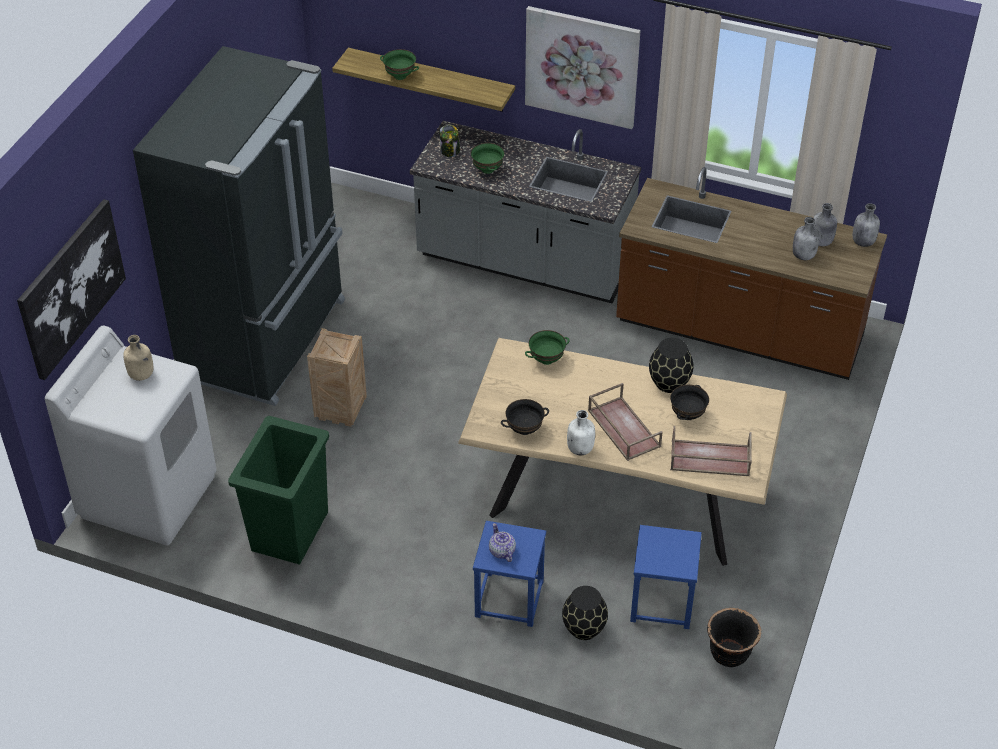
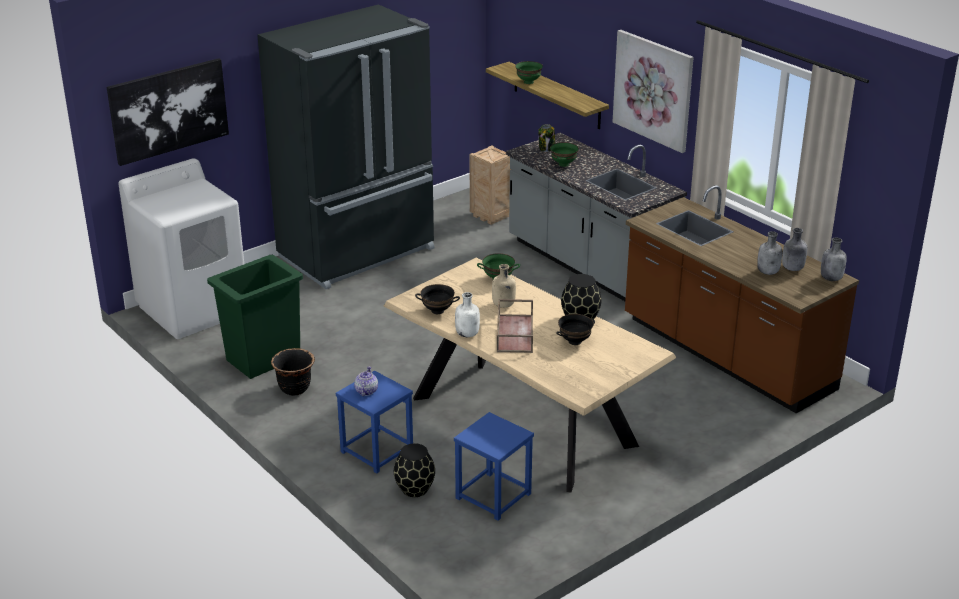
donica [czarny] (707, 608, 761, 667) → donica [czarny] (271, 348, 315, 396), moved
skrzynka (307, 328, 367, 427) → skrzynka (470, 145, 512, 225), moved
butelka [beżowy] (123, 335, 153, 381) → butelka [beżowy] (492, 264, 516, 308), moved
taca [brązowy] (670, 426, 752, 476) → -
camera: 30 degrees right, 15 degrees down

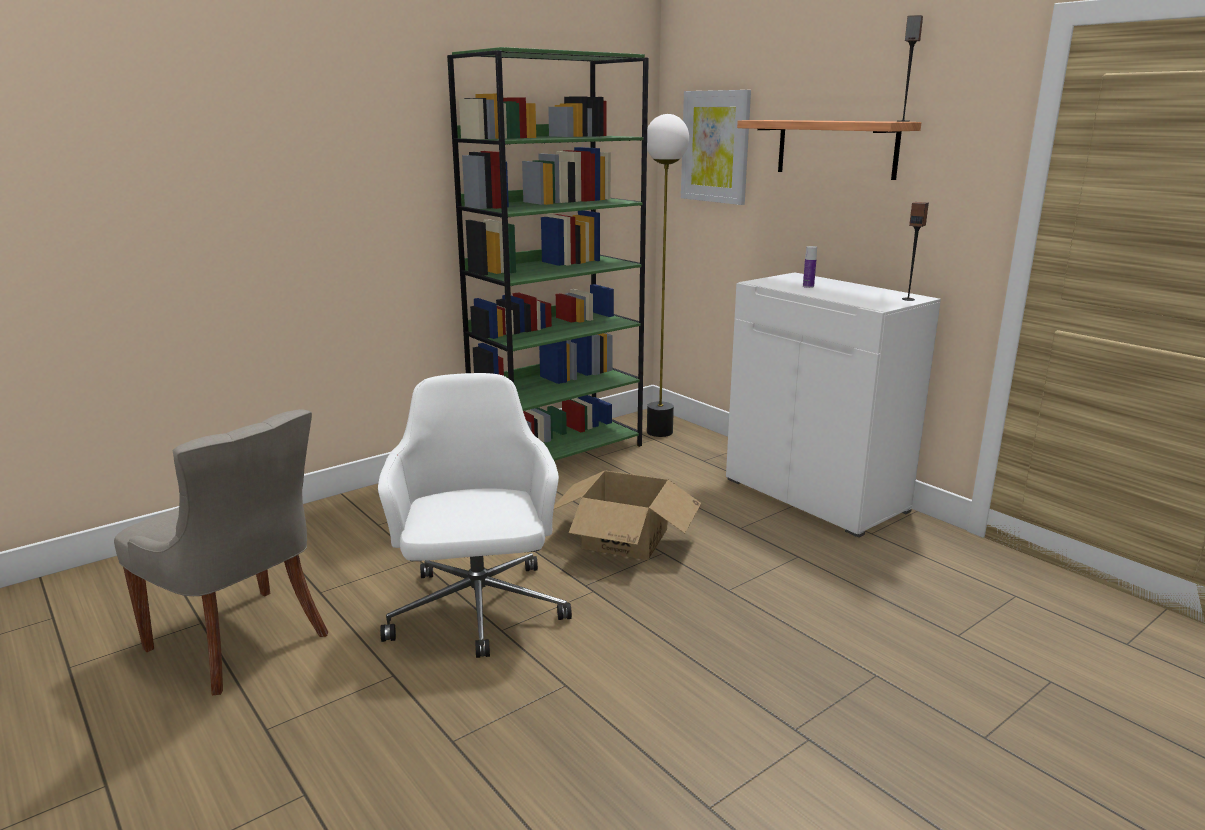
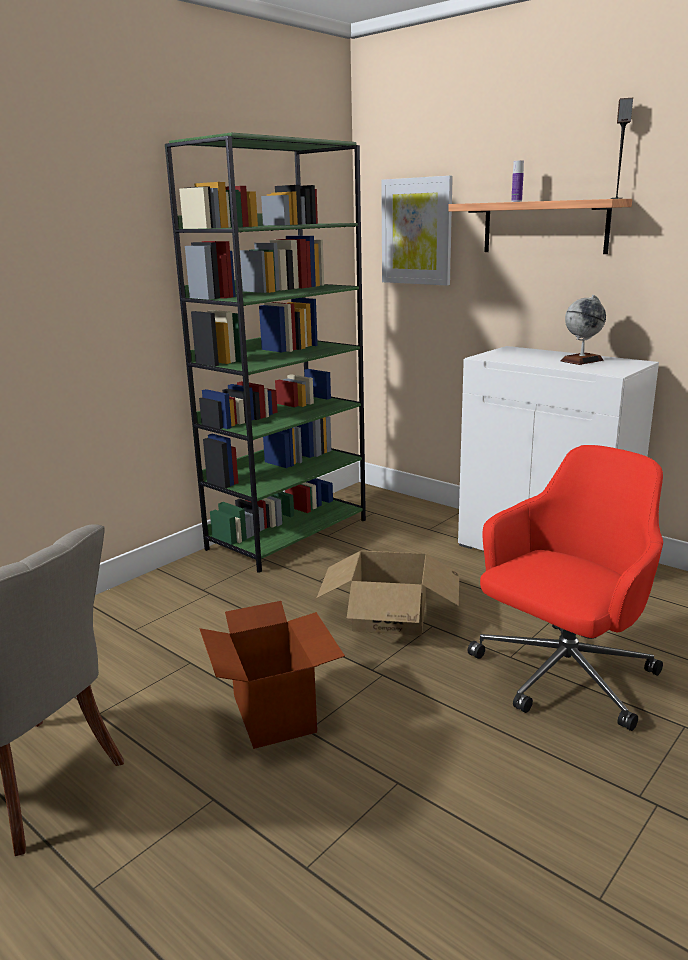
krzesło biurowe [biały] (378, 373, 572, 658) → karton (200, 601, 345, 749)
- → krzesło biurowe [czerwony] (468, 445, 663, 731)
butelka (803, 246, 817, 288) → butelka (511, 160, 524, 202), moved
- → globus (561, 295, 606, 365)
lampa stojąca (647, 114, 689, 437) → -
głośnik (902, 202, 929, 301) → -
camera: 10 degrees left, 0 degrees up

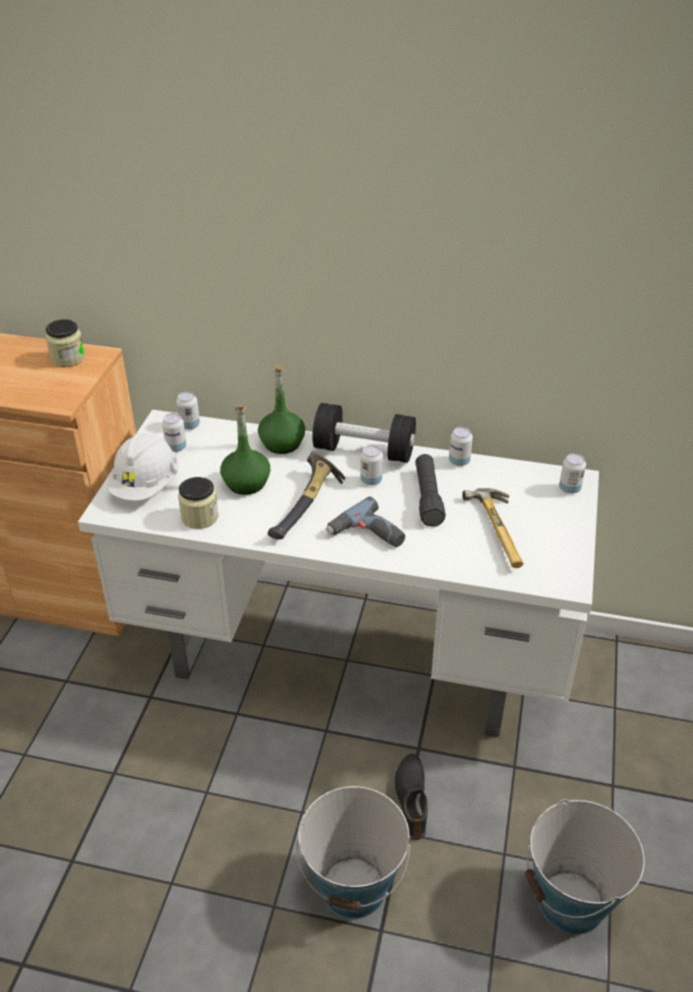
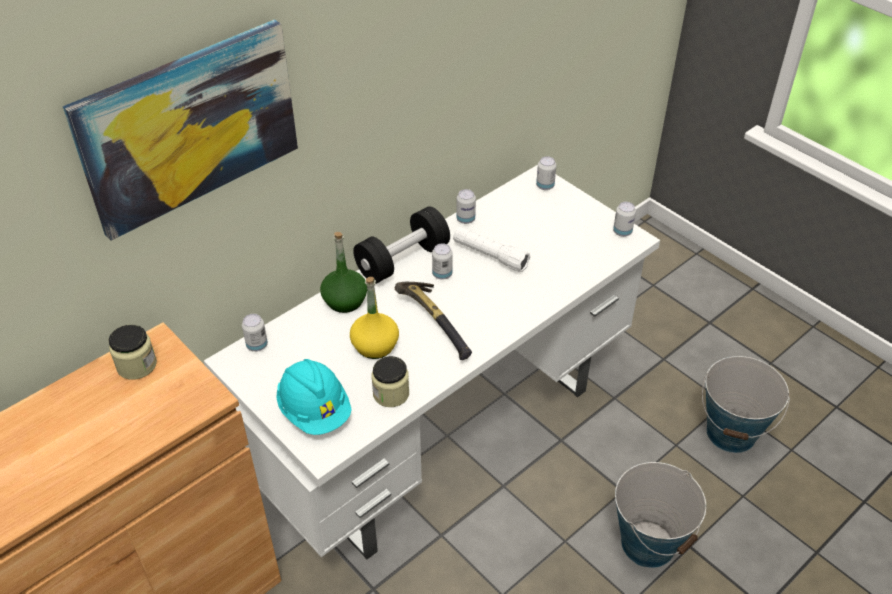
- → obraz (63, 19, 298, 241)
kask [biały] (107, 433, 179, 501) → kask [turkusowy] (276, 359, 352, 435)
butelka [zielony] (220, 404, 270, 495) → butelka [żółty] (350, 277, 399, 359)
latarka [czarny] (415, 454, 446, 527) → latarka [biały] (453, 227, 531, 272)
puszka (162, 413, 186, 452) → puszka (613, 202, 636, 237), moved
wiertarka (326, 496, 405, 547) → -
but [czarny] (395, 754, 428, 840) → -
młotek (463, 488, 524, 568) → -
camera: 55 degrees left, 5 degrees up

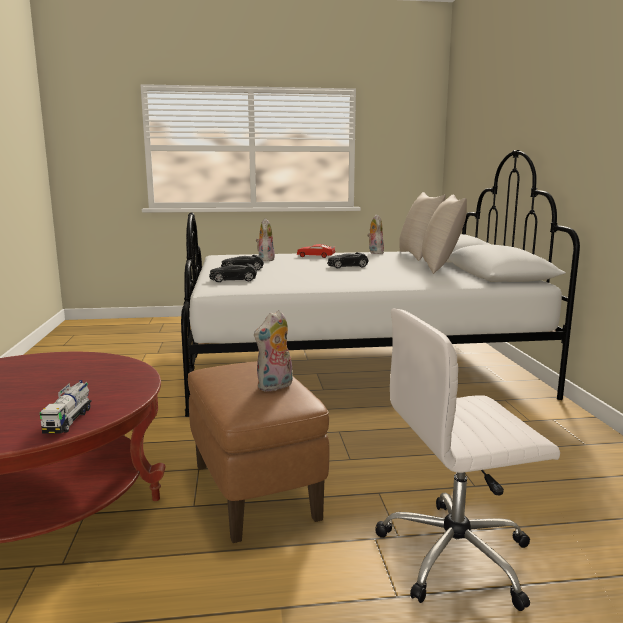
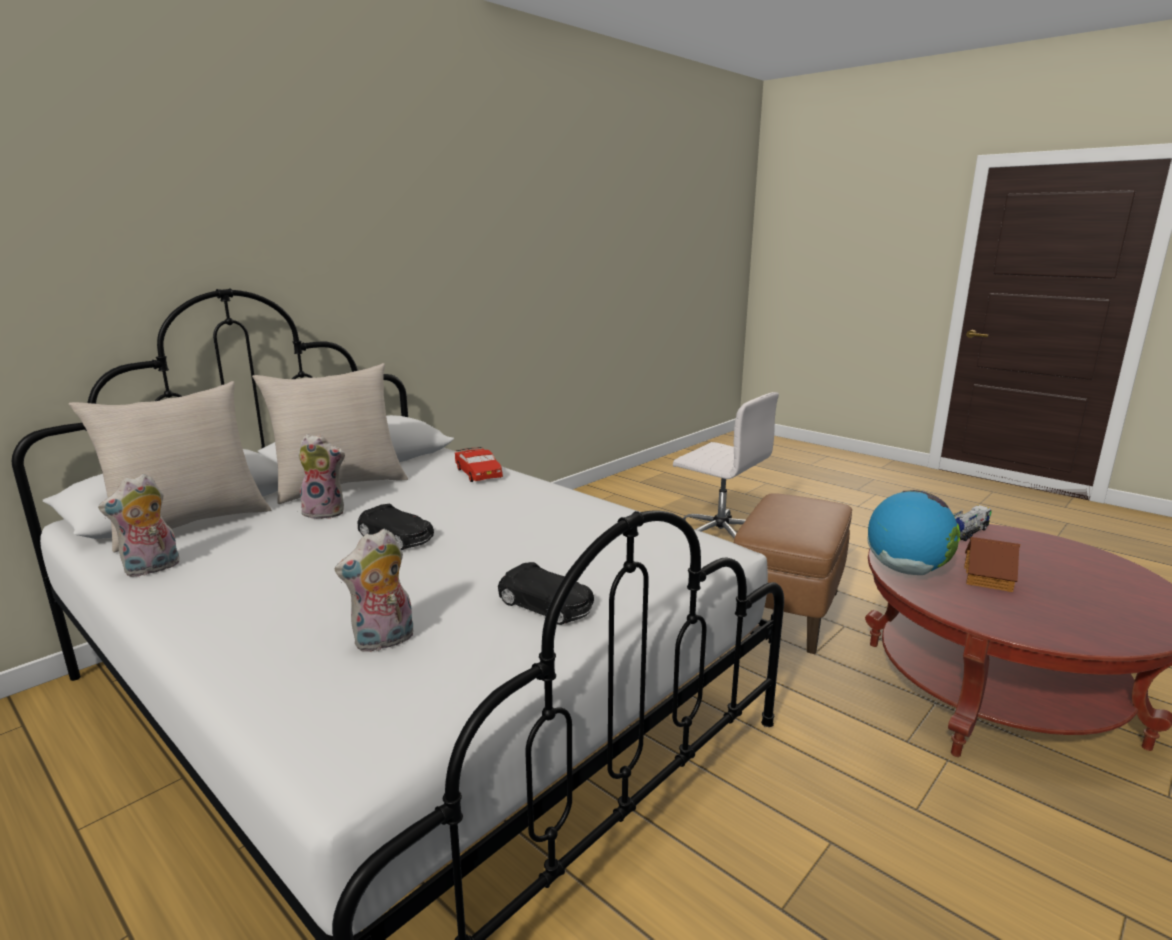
pluszak (254, 310, 293, 392) → pluszak (298, 434, 345, 519), moved
samochodzik [czerwony] (297, 244, 336, 258) → samochodzik [czerwony] (455, 447, 503, 482), moved
- → globus (867, 490, 960, 575)
- → domek (964, 537, 1020, 592)
samochodzik [czarny] (209, 264, 257, 282) → -
camera: 130 degrees left, 5 degrees up

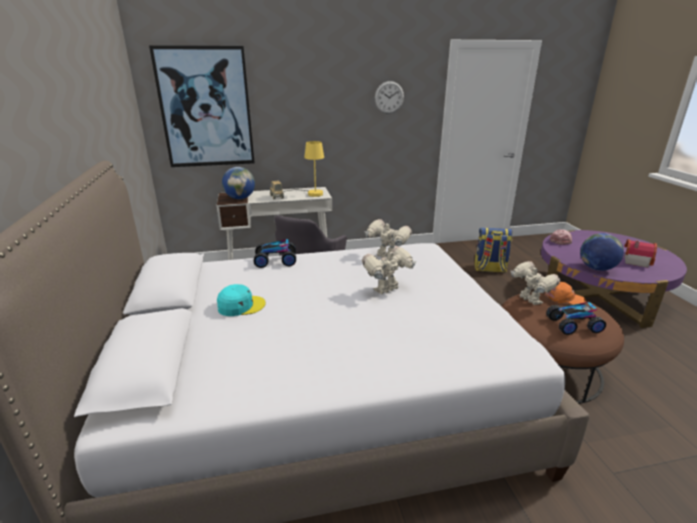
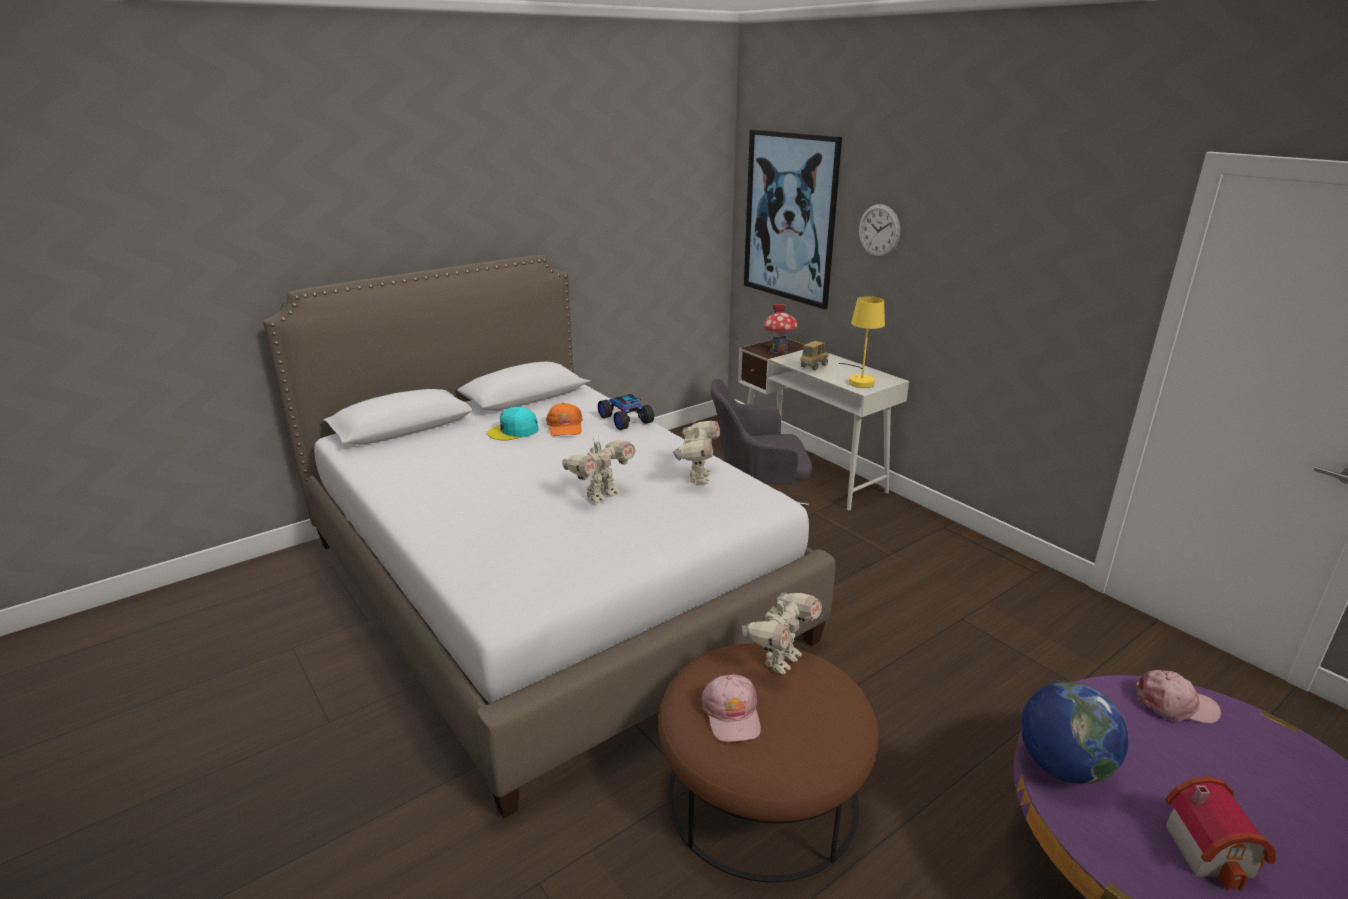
czapka z daszkiem [turkusowy] (217, 284, 266, 316) → czapka z daszkiem [turkusowy] (487, 407, 538, 441), 105 degrees clockwise
czapka z daszkiem [pomarańczowy] (545, 282, 586, 305) → czapka z daszkiem [pomarańczowy] (546, 403, 583, 436), moved
robot zabawkowy (362, 246, 416, 294) → robot zabawkowy (562, 436, 636, 503), 105 degrees clockwise
samochodzik (546, 302, 606, 335) → czapka z daszkiem [różowy] (701, 674, 761, 742)
globus (222, 167, 255, 199) → domek (764, 304, 798, 354)
zegar ścienny (375, 81, 404, 114) → zegar ścienny (859, 204, 900, 257), moved
plecak (474, 228, 513, 273) → -
camera: 65 degrees right, 0 degrees up

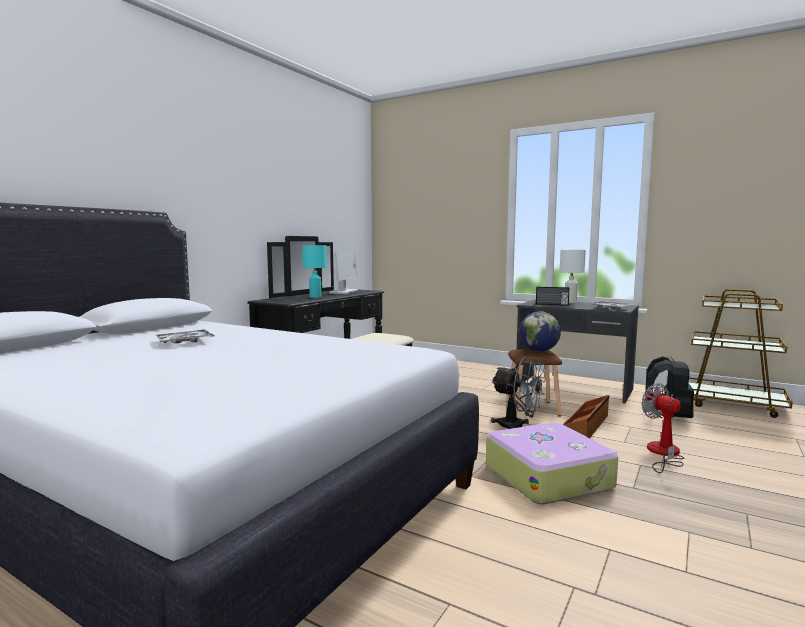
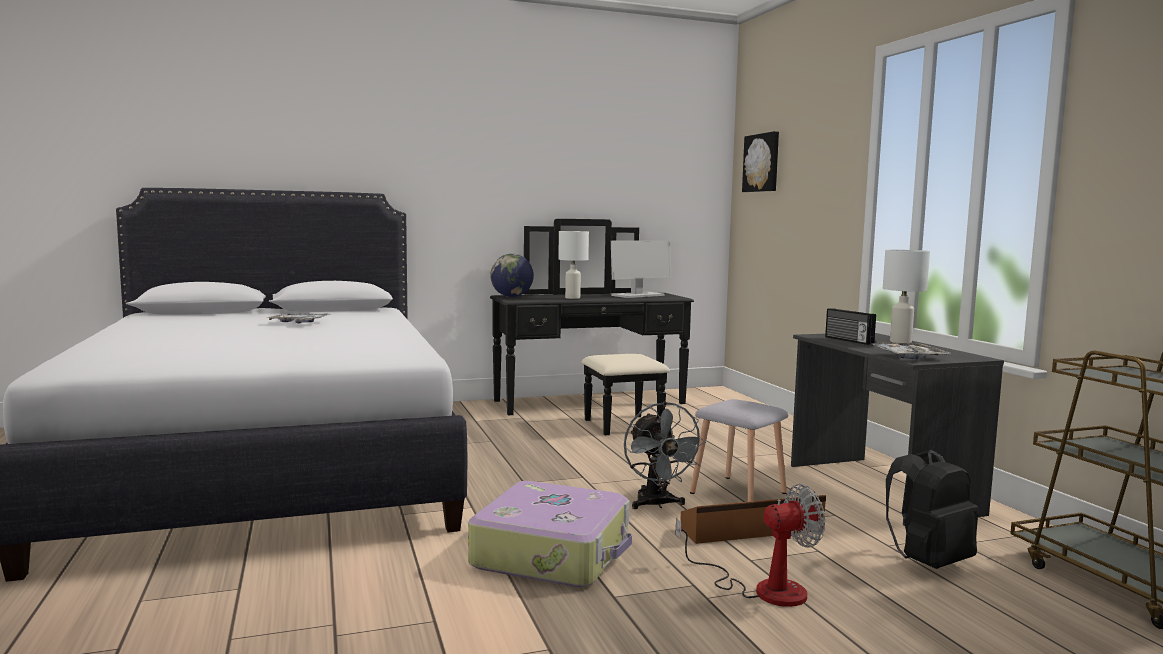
globus (519, 311, 561, 352) → globus (490, 254, 534, 297), moved
lampa stołowa [turkusowy] (302, 245, 327, 298) → lampa stołowa [biały] (558, 231, 589, 299)
wentylator (642, 383, 684, 473) → wentylator (675, 484, 826, 607), 60 degrees clockwise
stołek [brązowy] (506, 349, 562, 416) → stołek [szary] (690, 399, 788, 502)
- → obraz (742, 131, 779, 192)
camera: 40 degrees right, 0 degrees up

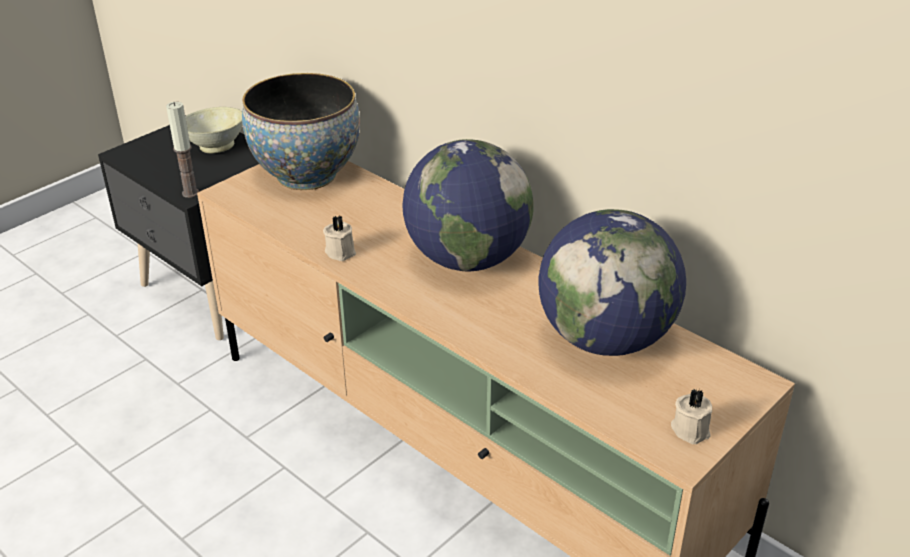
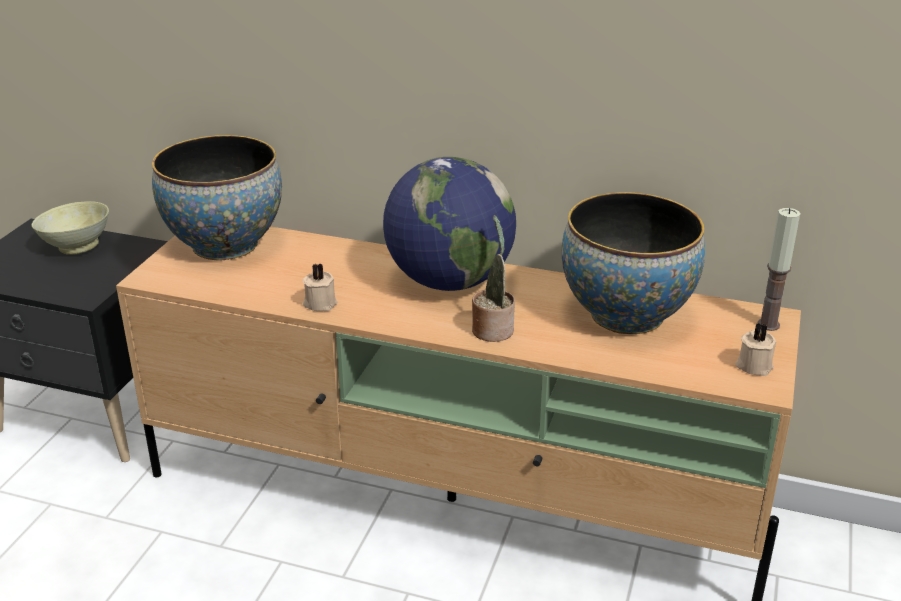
- → roślina doniczkowa (472, 215, 515, 342)
globus (538, 209, 686, 356) → miska (562, 192, 705, 334)
świeca (166, 102, 199, 198) → świeca (758, 208, 800, 331), moved
camera: 25 degrees left, 5 degrees down

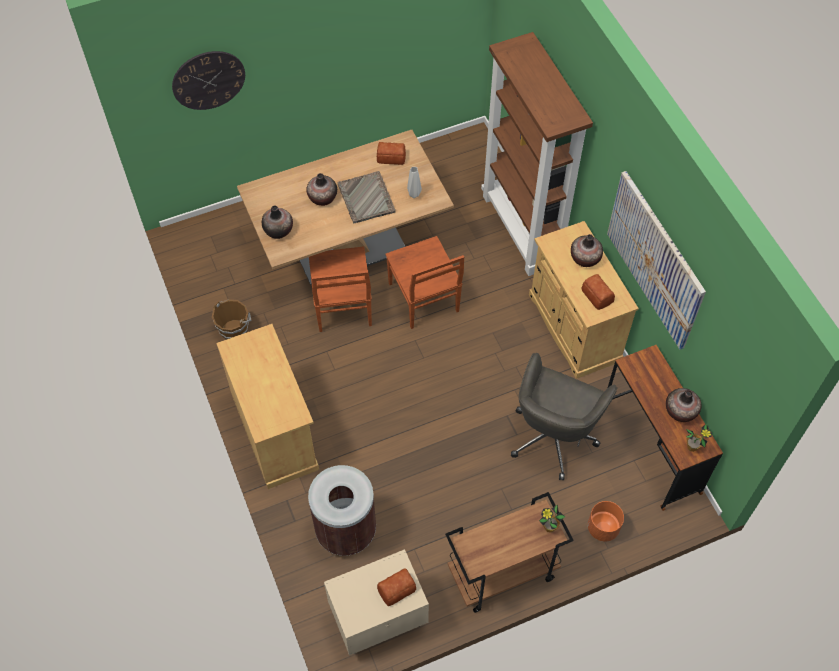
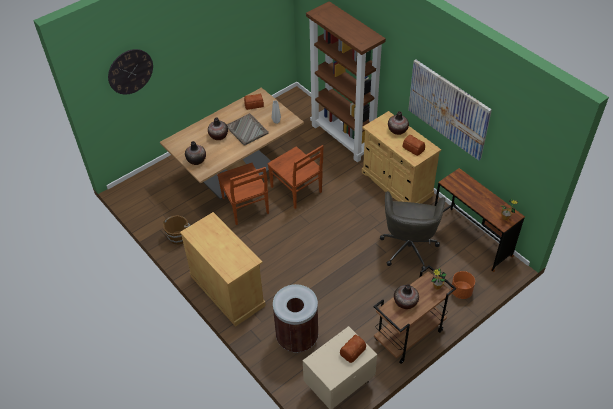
wazon (666, 388, 701, 422) → wazon (394, 284, 419, 309), moved
camera: 15 degrees left, 10 degrees down

